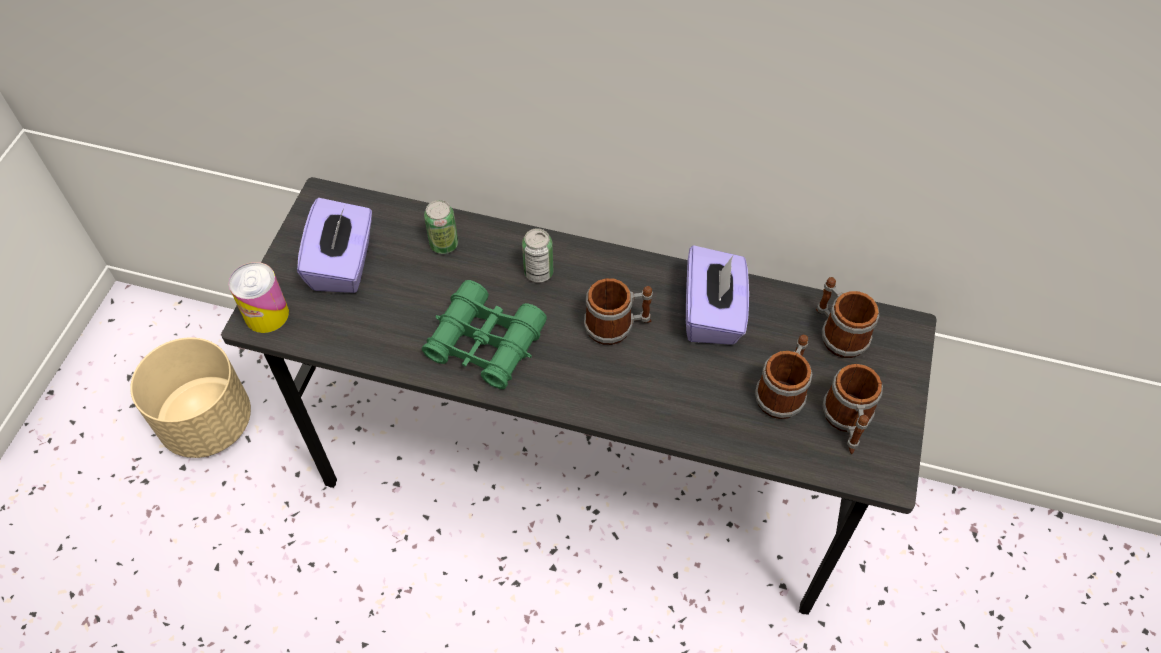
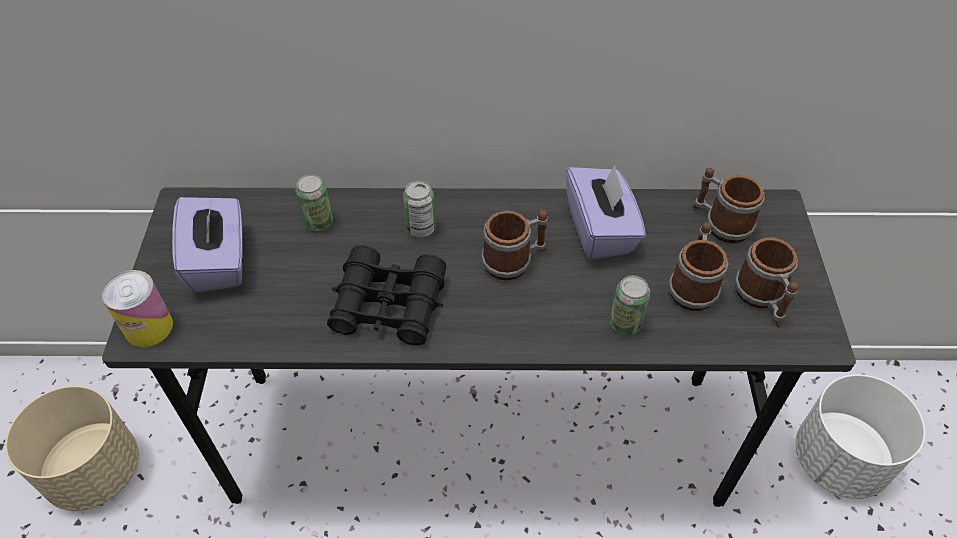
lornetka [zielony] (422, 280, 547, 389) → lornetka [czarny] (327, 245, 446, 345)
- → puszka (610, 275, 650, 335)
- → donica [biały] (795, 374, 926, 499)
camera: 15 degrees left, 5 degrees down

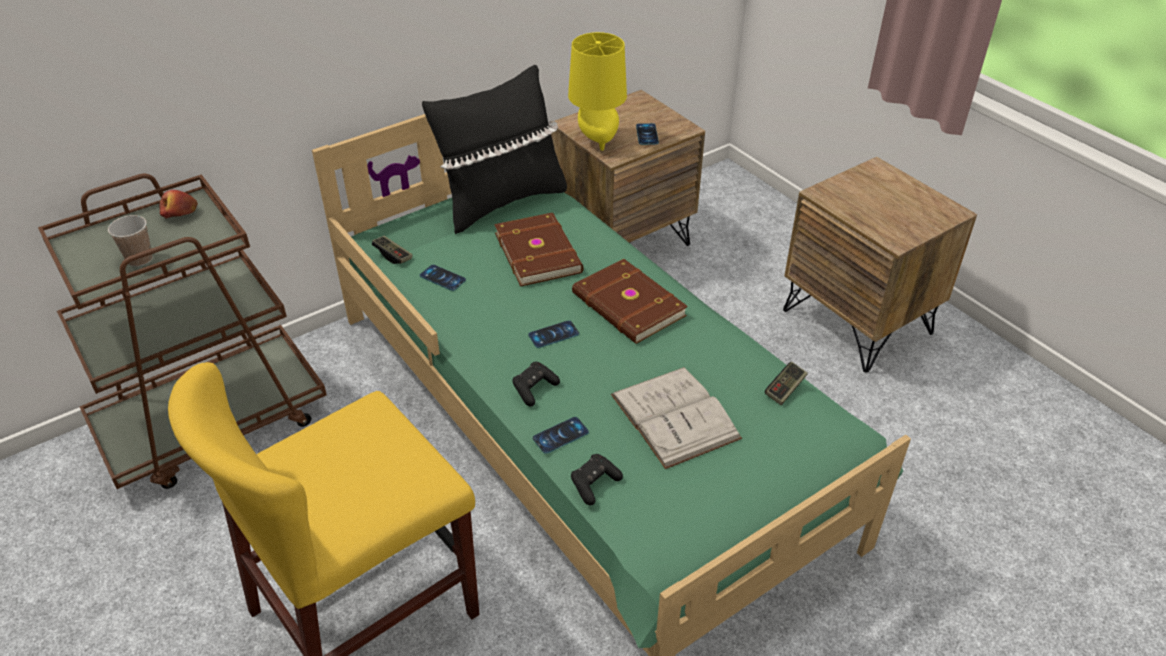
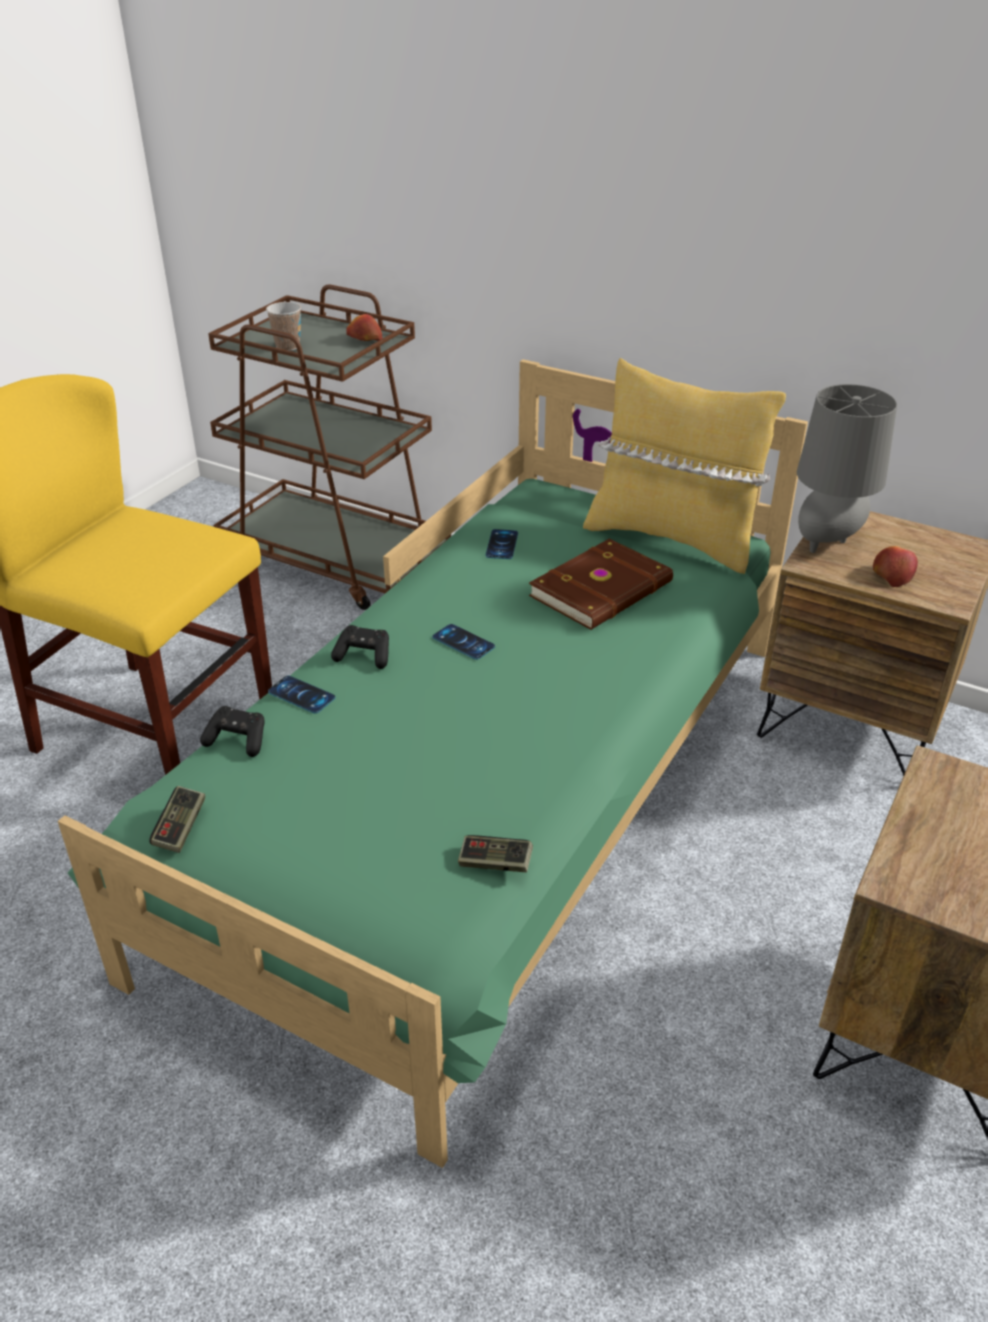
pad do gier (372, 236, 413, 264) → pad do gier (149, 786, 205, 853), moved
poduszka [czarny] (422, 65, 567, 234) → poduszka [żółty] (583, 358, 786, 574)
lampa stołowa [żółty] (568, 32, 627, 151) → lampa stołowa [szary] (797, 384, 897, 553)
telefon (636, 123, 659, 145) → jabłko (873, 546, 918, 587)
książka [brązowy] (572, 259, 688, 344) → -
książka [biały] (611, 367, 742, 469) → -
camera: 65 degrees right, 5 degrees down

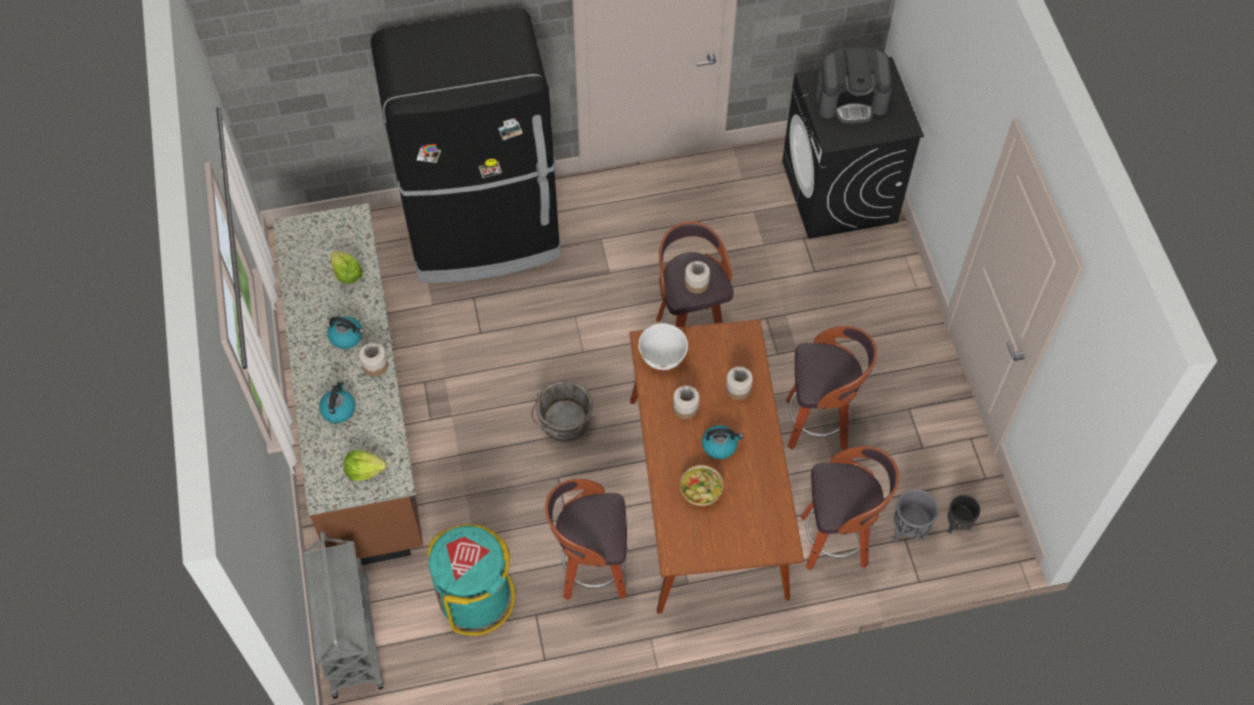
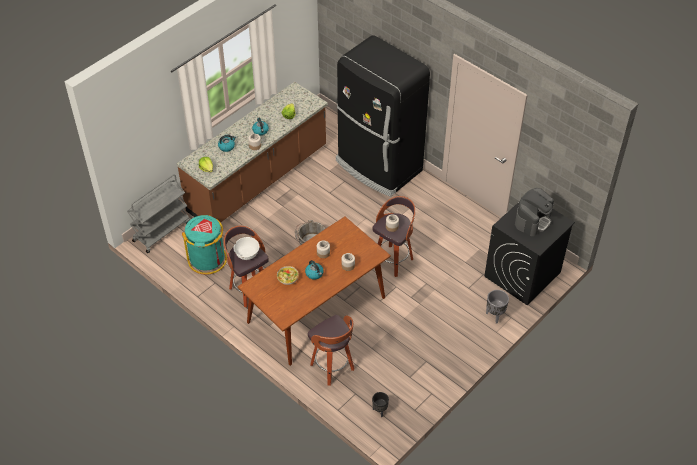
miska [biały] (638, 323, 688, 370) → miska [biały] (233, 237, 259, 260), moved
donica [szary] (893, 489, 939, 542) → donica [szary] (486, 290, 509, 323), moved
ekspres do kawy (816, 47, 892, 123) → ekspres do kawy (515, 188, 554, 236), 105 degrees counterclockwise
stołek (786, 326, 877, 450) → -
camera: 55 degrees right, 10 degrees down

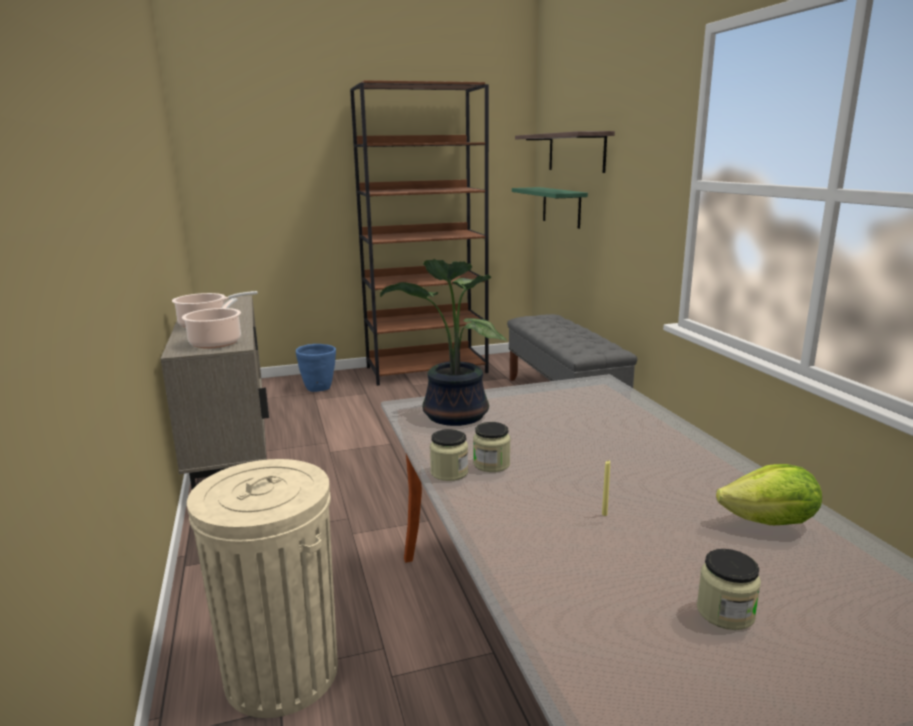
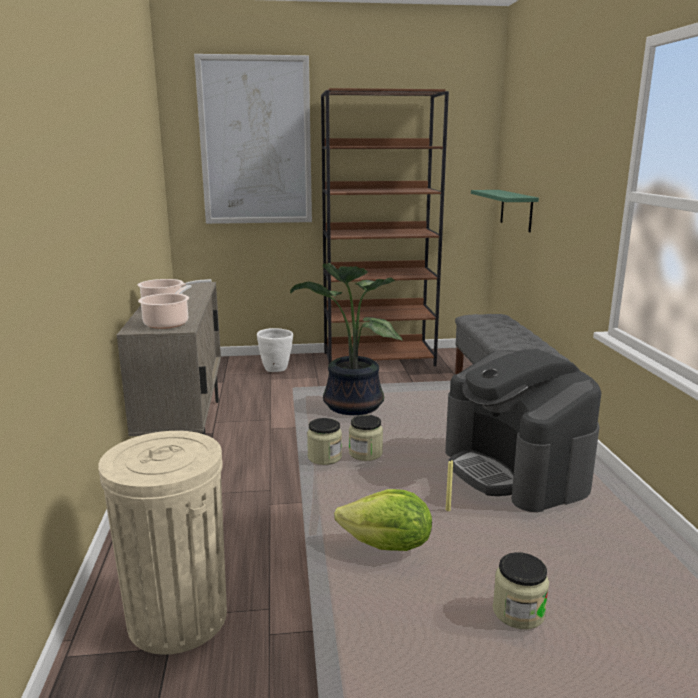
- → obraz (194, 54, 312, 224)
donica [niebieski] (296, 344, 336, 392) → donica [biały] (257, 328, 293, 372)
sałata (716, 464, 822, 525) → sałata (334, 489, 432, 551), moved
- → ekspres do kawy (445, 349, 601, 512)
półka (515, 131, 615, 173) → -
camera: 10 degrees right, 0 degrees up

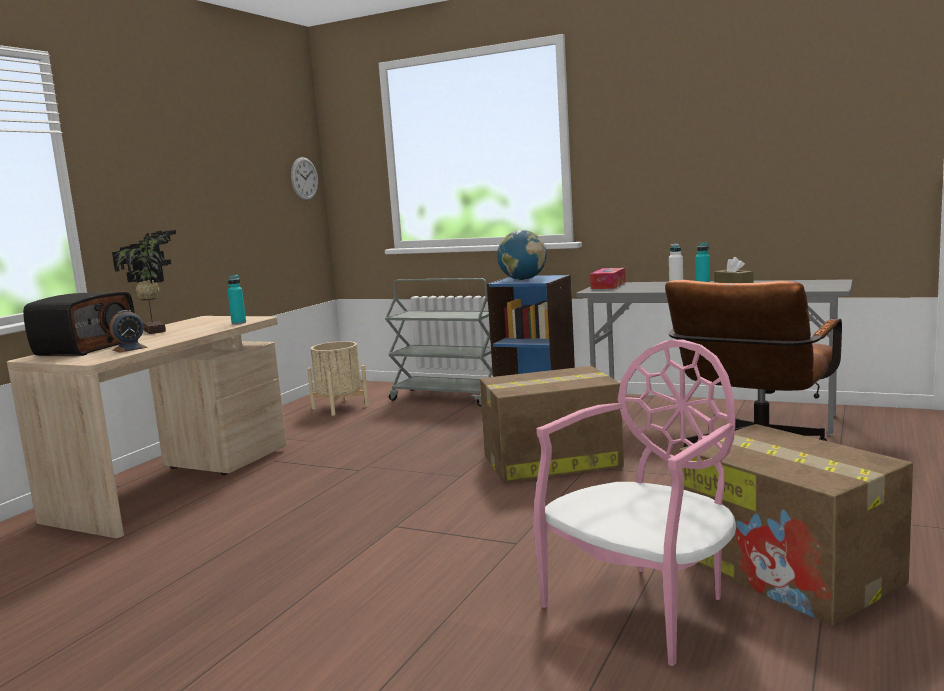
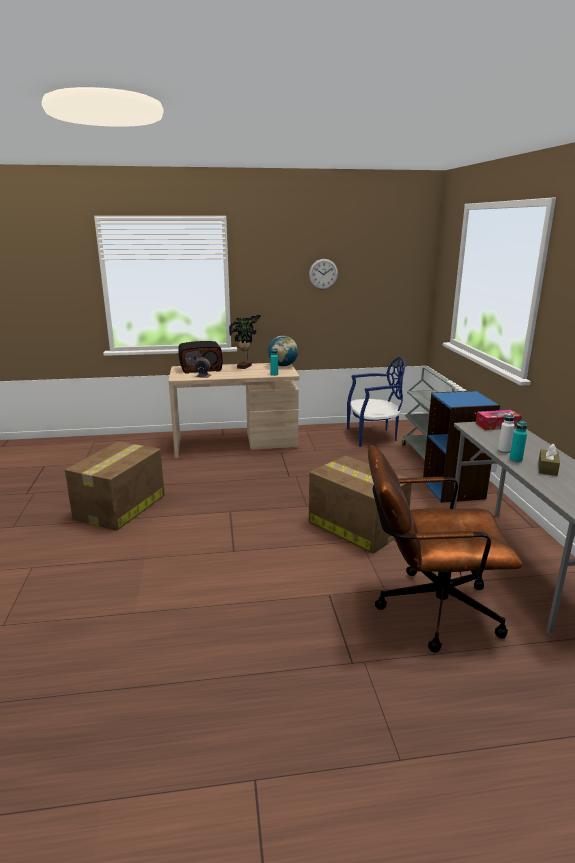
karton (679, 424, 913, 626) → karton (65, 441, 165, 531), moved
globus (497, 230, 547, 280) → globus (268, 336, 298, 367), moved
zegar ścienny (291, 157, 318, 200) → zegar ścienny (309, 259, 338, 290), moved
donica [beżowy] (307, 341, 369, 416) → krzesło [niebieski] (347, 357, 405, 447)
krzesło [różowy] (533, 339, 736, 666) → -
camera: 55 degrees right, 10 degrees up

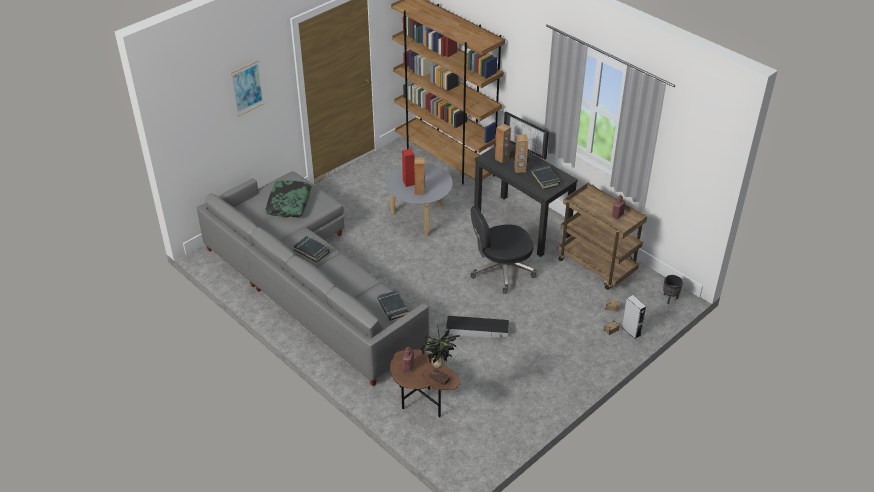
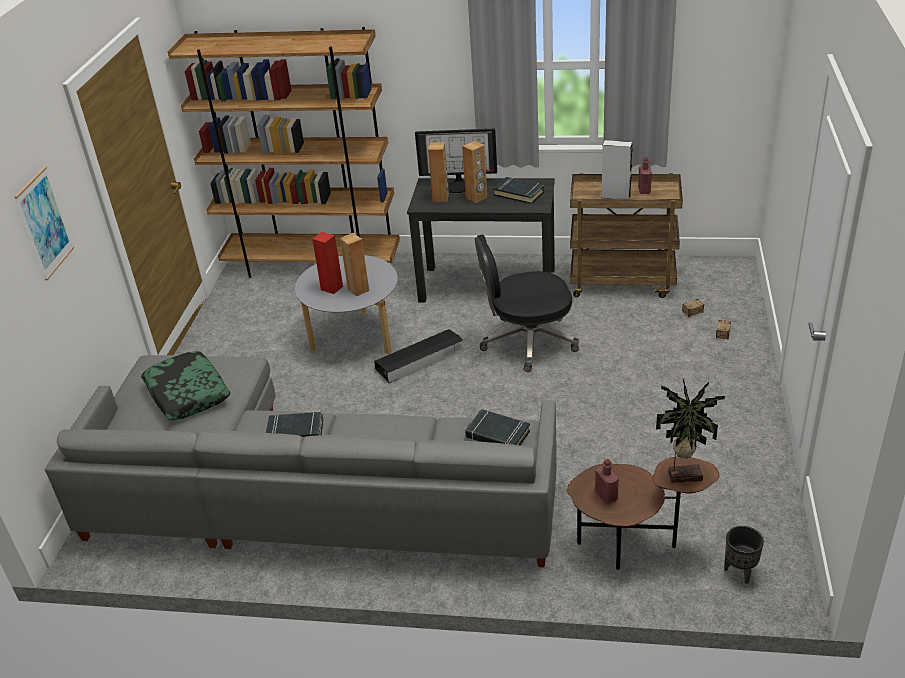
pojemnik do przechowywania [czarny] (446, 316, 509, 338) → pojemnik do przechowywania [czarny] (374, 329, 463, 384), moved
krzesło biurowe [czarny] (470, 205, 537, 294) → krzesło biurowe [czarny] (475, 234, 579, 372), 45 degrees clockwise
głośnik [szary] (622, 295, 646, 339) → głośnik [szary] (601, 140, 633, 199), moved
donica [czarny] (663, 275, 683, 304) → donica [czarny] (724, 526, 764, 584), moved
camera: 35 degrees left, 5 degrees down

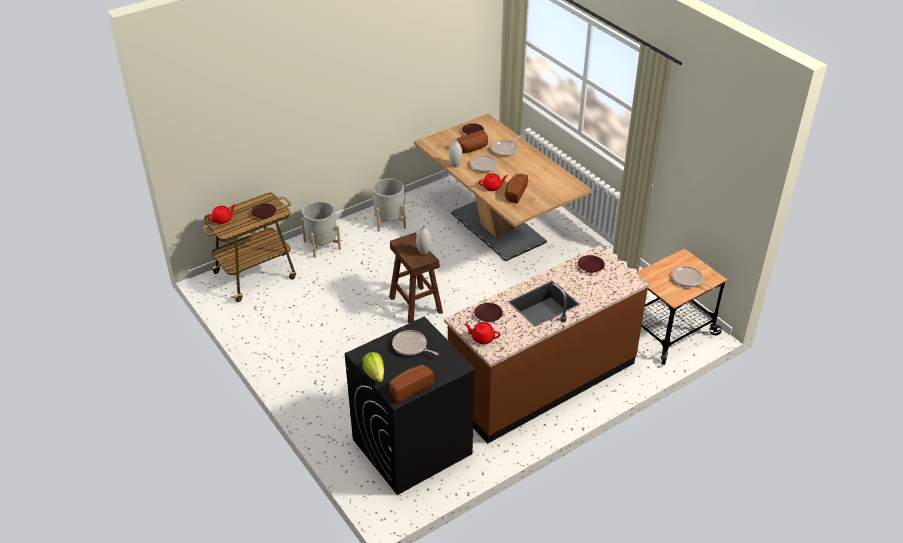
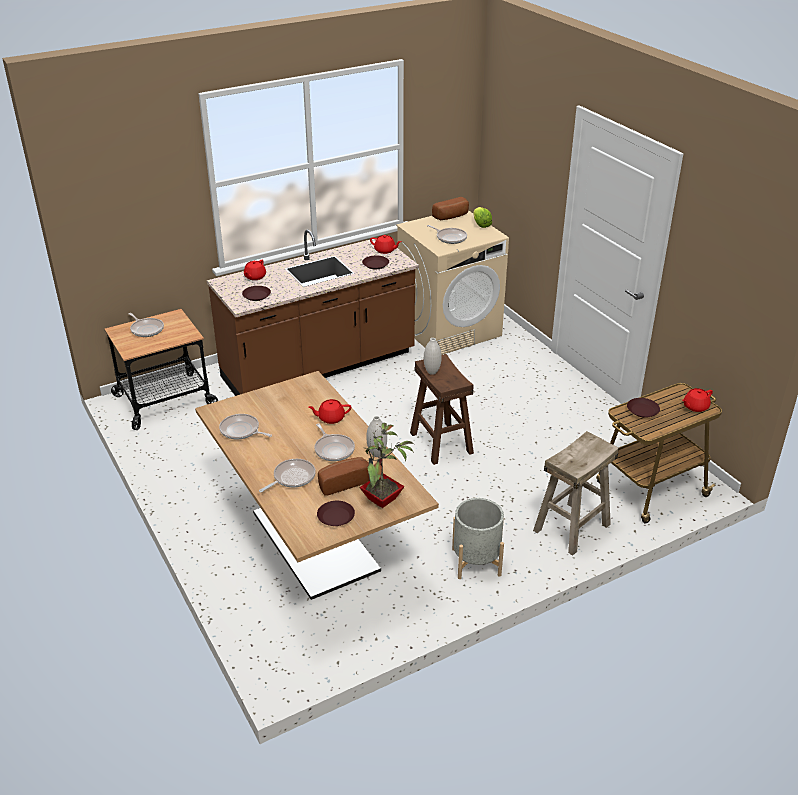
- → patelnia (219, 414, 272, 440)
- → imbryk [czerwony] (244, 260, 266, 280)
- → roślina doniczkowa (360, 423, 414, 508)
pralka [czarny] (345, 317, 476, 495) → pralka [beżowy] (396, 210, 509, 355)
donica [szary] (301, 201, 341, 258) → stołek [beżowy] (533, 431, 619, 556)
chleb (505, 174, 528, 203) → -
camera: 175 degrees left, 5 degrees down

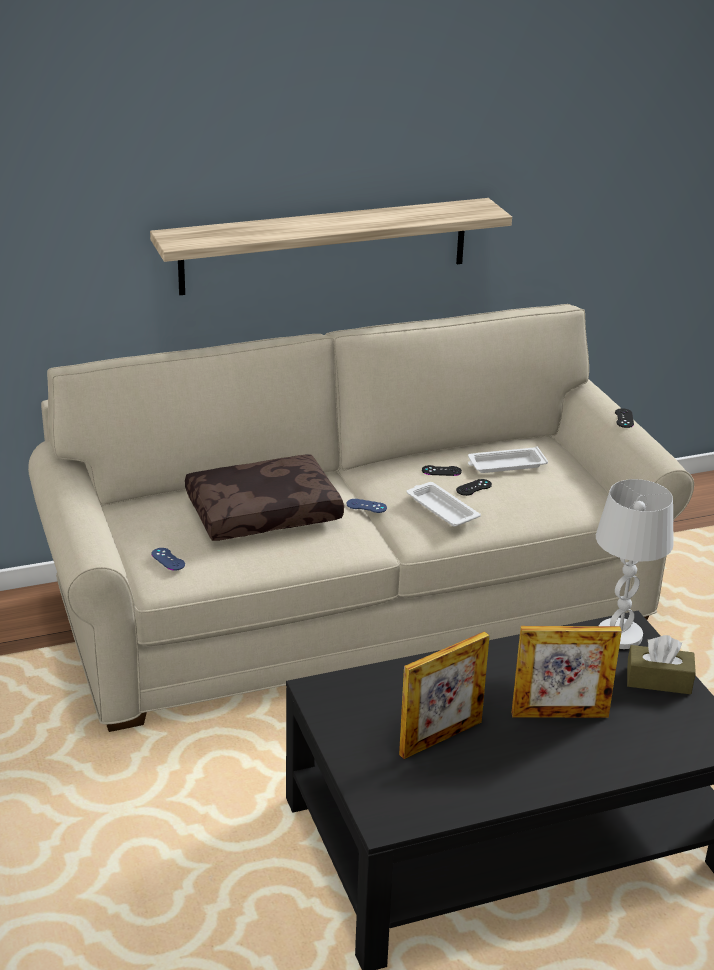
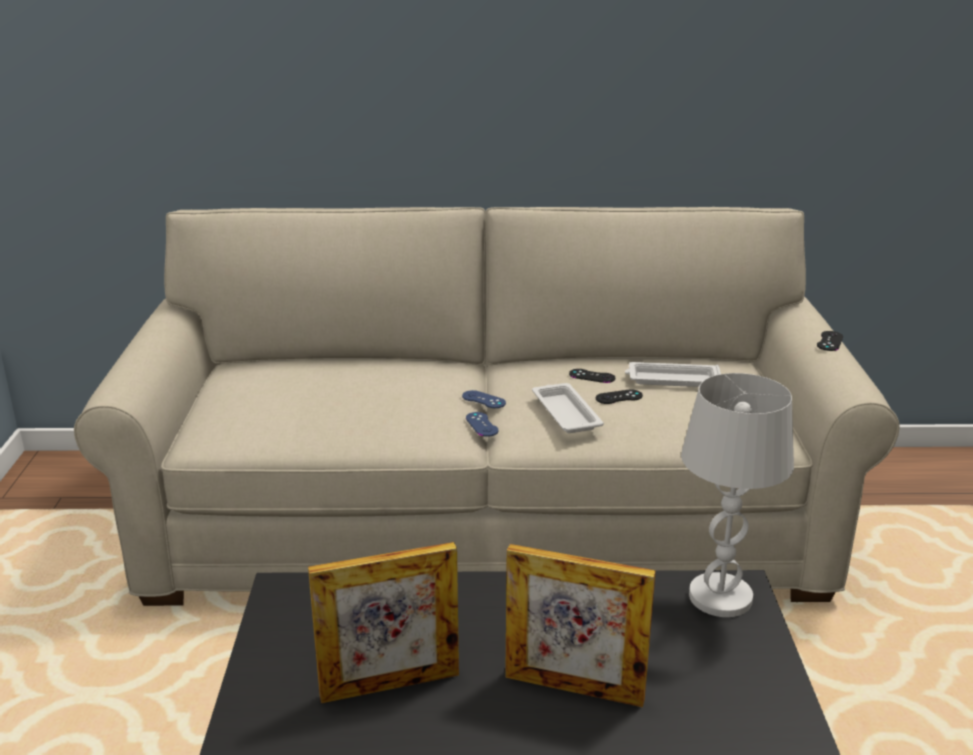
pad do gier [niebieski] (151, 548, 185, 571) → pad do gier [niebieski] (466, 412, 499, 437), moved
półka (150, 198, 512, 295) → -
poduszka [brązowy] (185, 454, 344, 541) → -
pudełko chusteczek [brązowy] (627, 635, 696, 694) → -
camera: 20 degrees right, 5 degrees down

